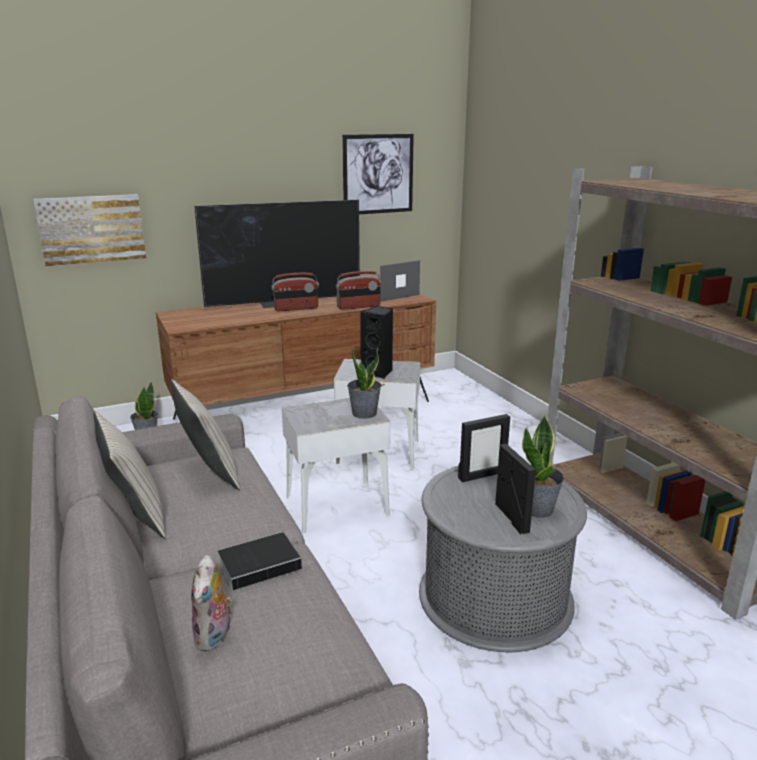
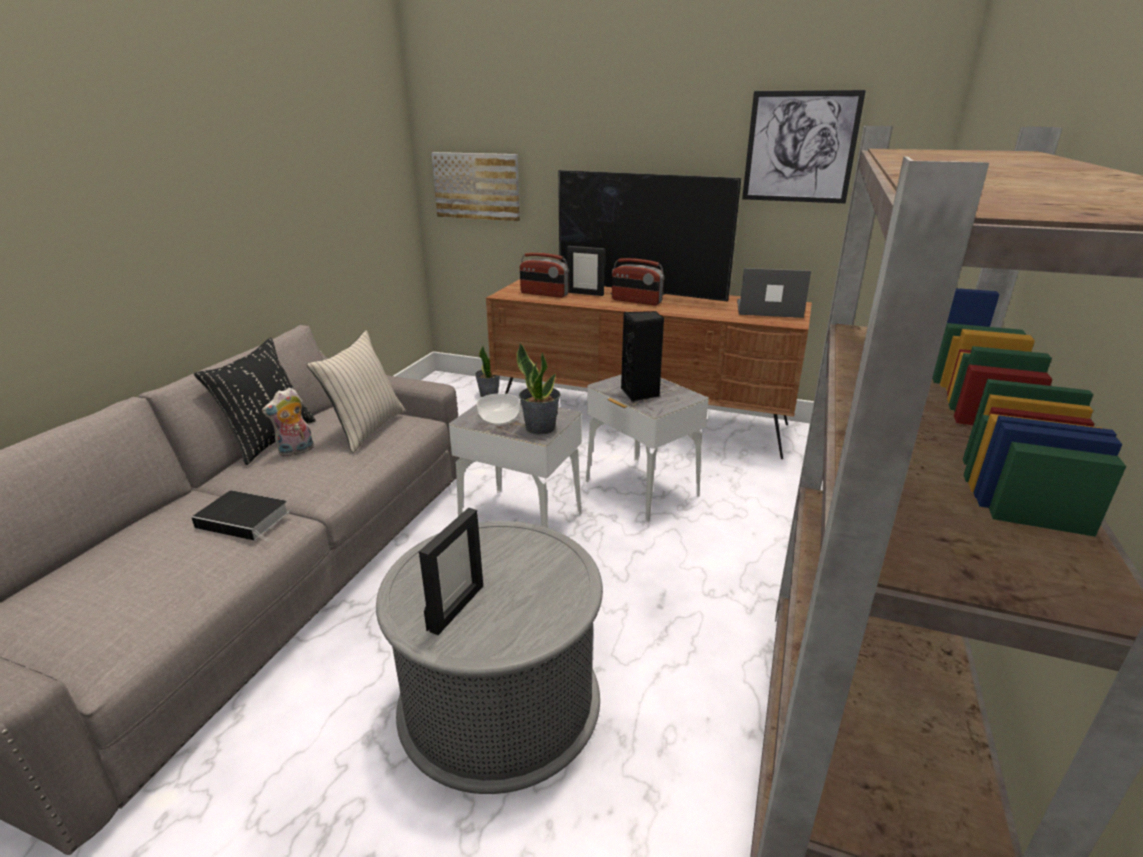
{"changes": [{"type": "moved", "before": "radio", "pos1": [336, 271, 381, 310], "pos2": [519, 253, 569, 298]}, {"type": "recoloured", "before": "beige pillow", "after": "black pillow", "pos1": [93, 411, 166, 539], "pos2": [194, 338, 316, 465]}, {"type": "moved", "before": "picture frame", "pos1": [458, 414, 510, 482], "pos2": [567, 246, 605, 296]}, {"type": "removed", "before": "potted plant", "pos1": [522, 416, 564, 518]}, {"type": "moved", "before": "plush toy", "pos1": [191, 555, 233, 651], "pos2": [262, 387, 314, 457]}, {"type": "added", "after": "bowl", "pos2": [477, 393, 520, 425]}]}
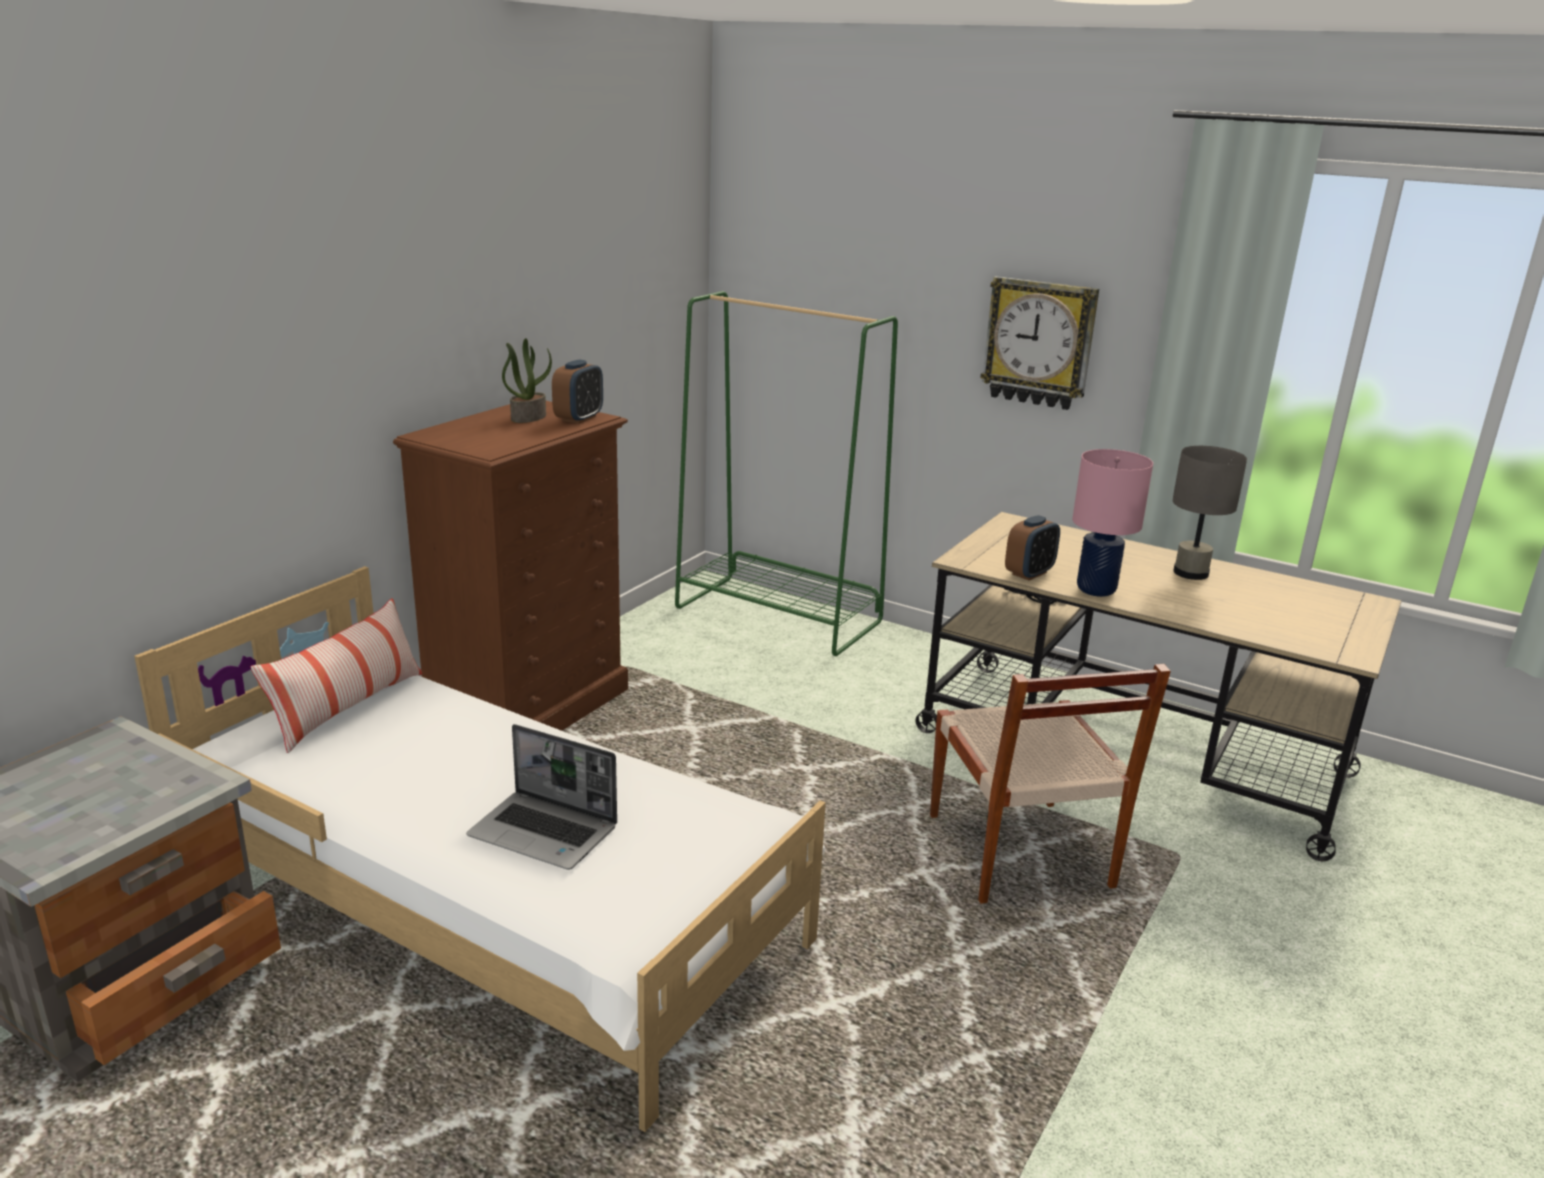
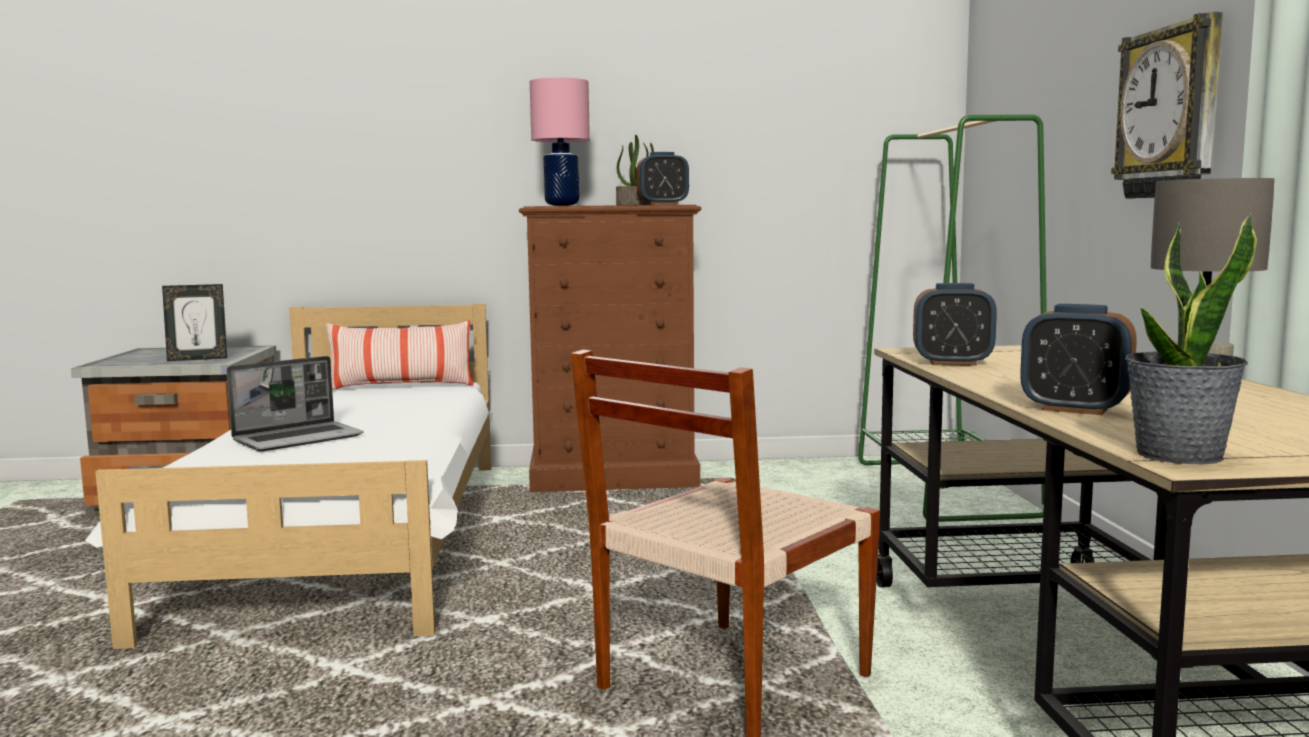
{"changes": [{"type": "moved", "before": "pink table lamp", "pos1": [1072, 449, 1153, 597], "pos2": [530, 77, 590, 206]}, {"type": "turned", "before": "laptop", "pos1": [466, 724, 617, 870], "pos2": [227, 356, 364, 452], "turn": -120}, {"type": "added", "after": "potted plant", "pos2": [1125, 213, 1257, 464]}, {"type": "added", "after": "picture frame", "pos2": [162, 284, 227, 361]}, {"type": "added", "after": "alarm clock", "pos2": [1020, 304, 1137, 415]}]}
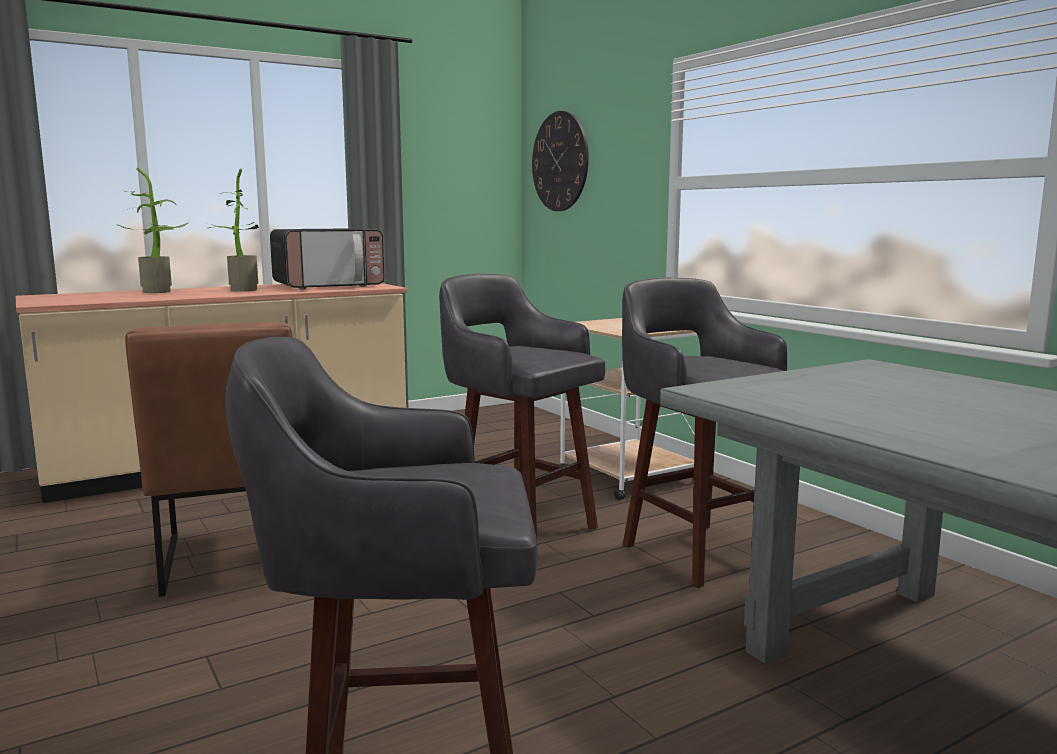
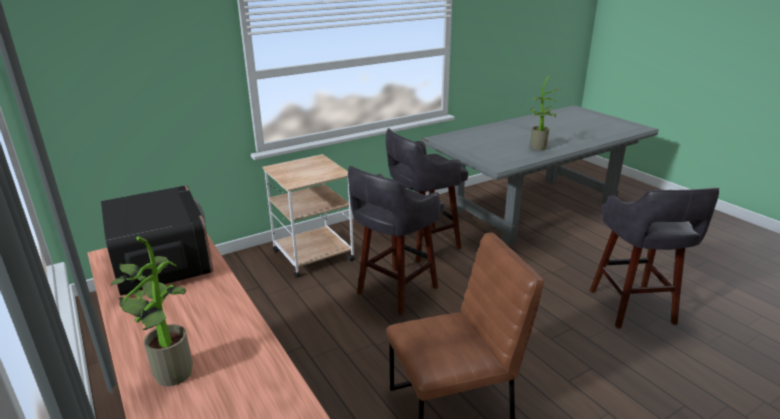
{"changes": [{"type": "removed", "before": "wall clock", "pos1": [532, 111, 589, 211]}, {"type": "moved", "before": "potted plant", "pos1": [210, 168, 259, 291], "pos2": [530, 76, 561, 151]}]}
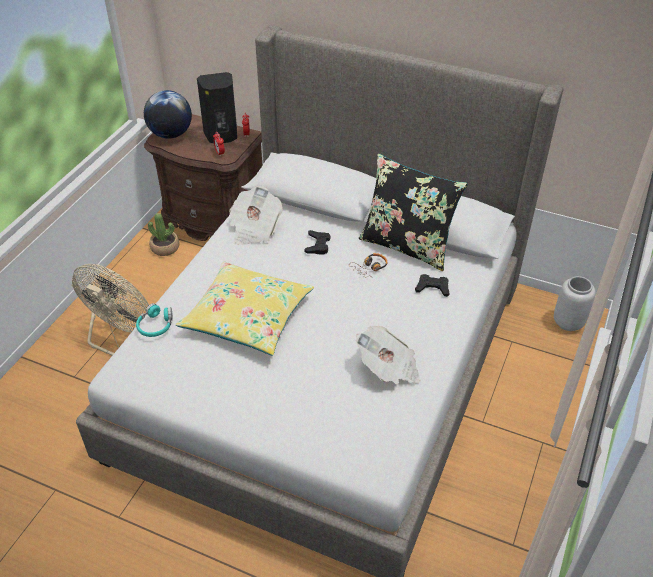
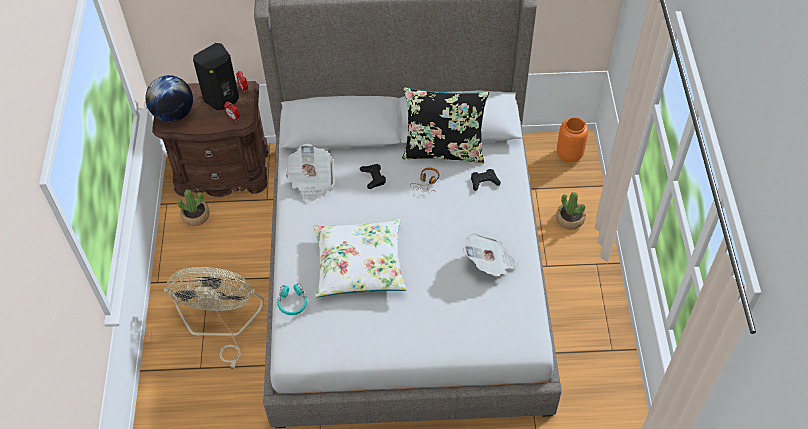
{"changes": [{"type": "recoloured", "before": "yellow pillow", "after": "white pillow", "pos1": [176, 261, 314, 356], "pos2": [313, 219, 407, 297]}, {"type": "recoloured", "before": "grey vase", "after": "orange vase", "pos1": [554, 276, 596, 331], "pos2": [557, 117, 589, 162]}, {"type": "added", "after": "potted plant", "pos2": [556, 192, 586, 230]}]}
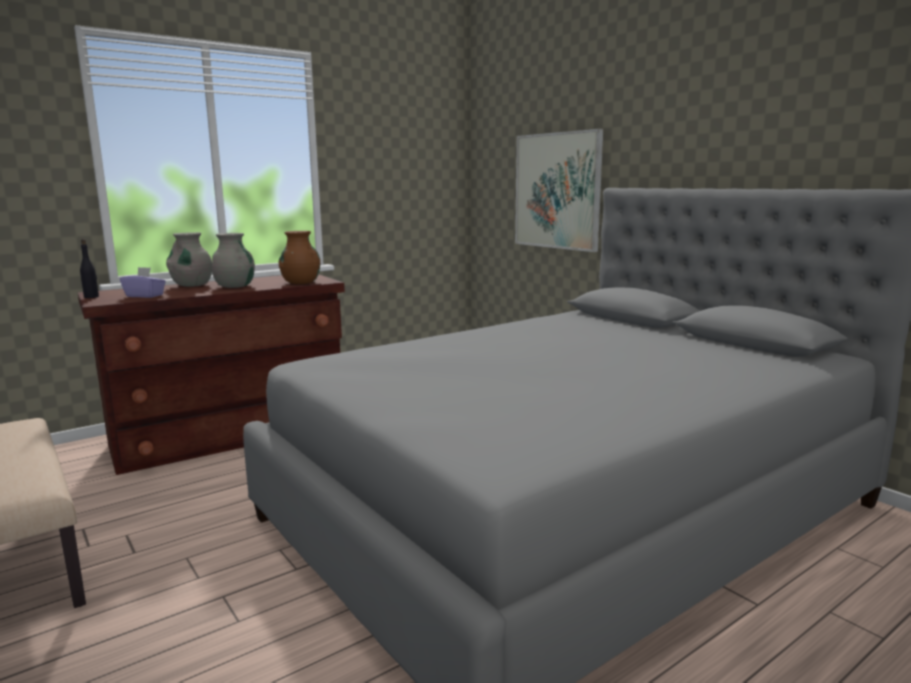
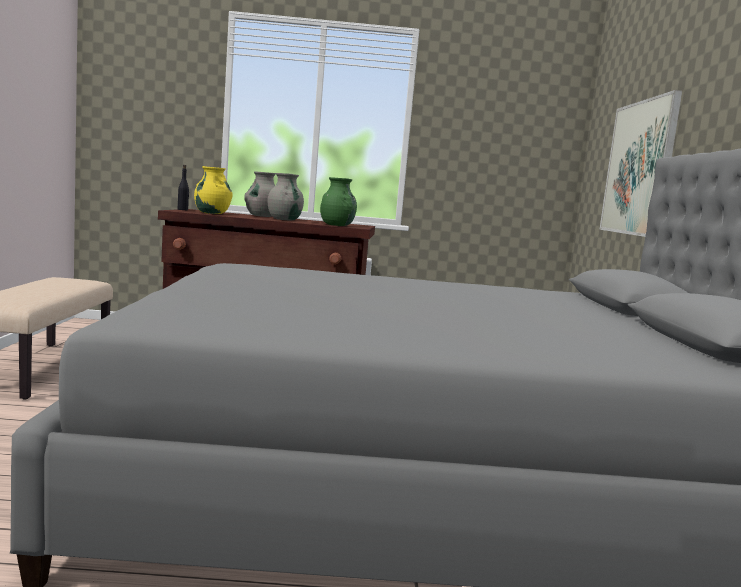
{"changes": [{"type": "recoloured", "before": "brown vase", "after": "green vase", "pos1": [279, 231, 320, 284], "pos2": [320, 177, 357, 226]}, {"type": "replaced", "before": "purple tissue box", "after": "yellow vase", "pos1": [120, 267, 166, 298], "pos2": [194, 166, 233, 214]}]}
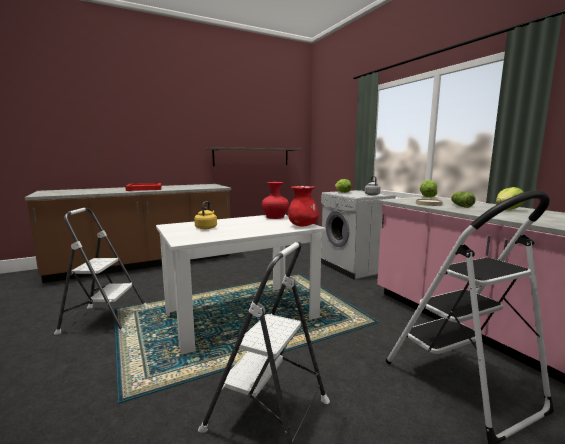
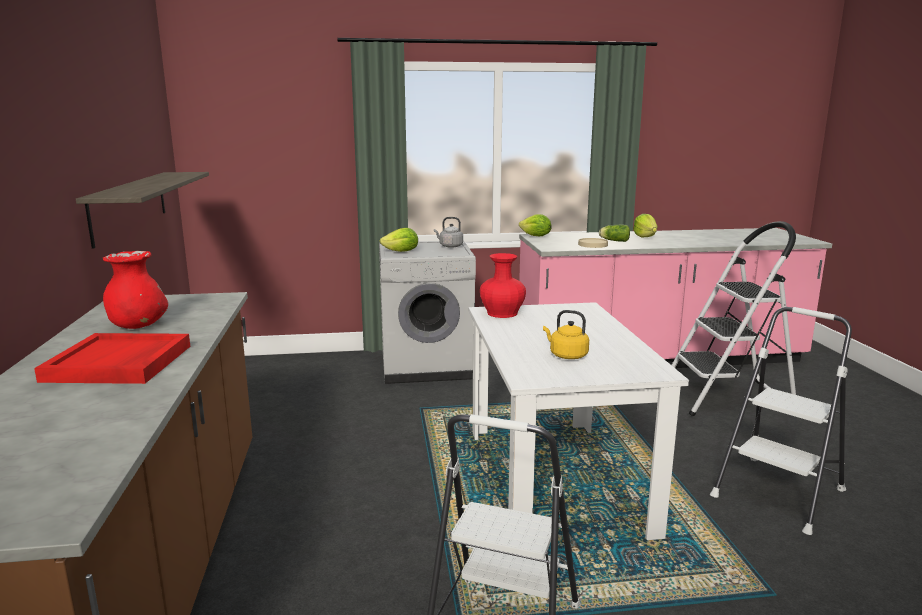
{"changes": [{"type": "moved", "before": "red vase", "pos1": [288, 186, 319, 226], "pos2": [103, 251, 168, 329]}]}
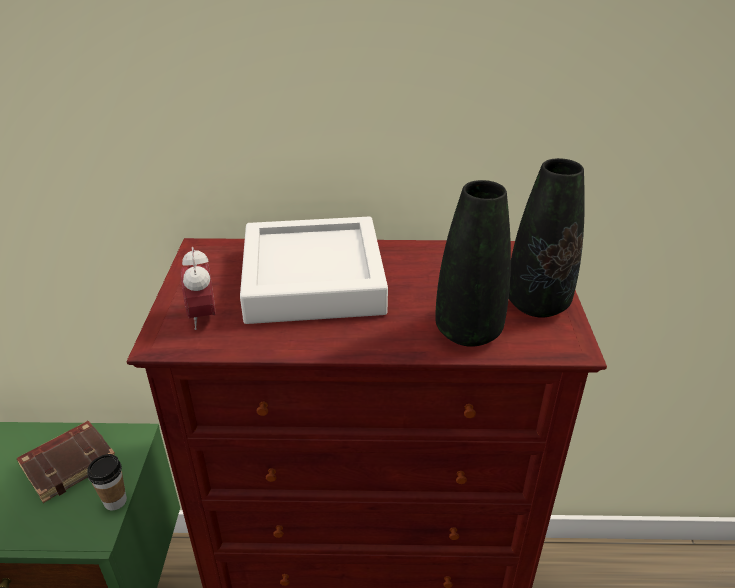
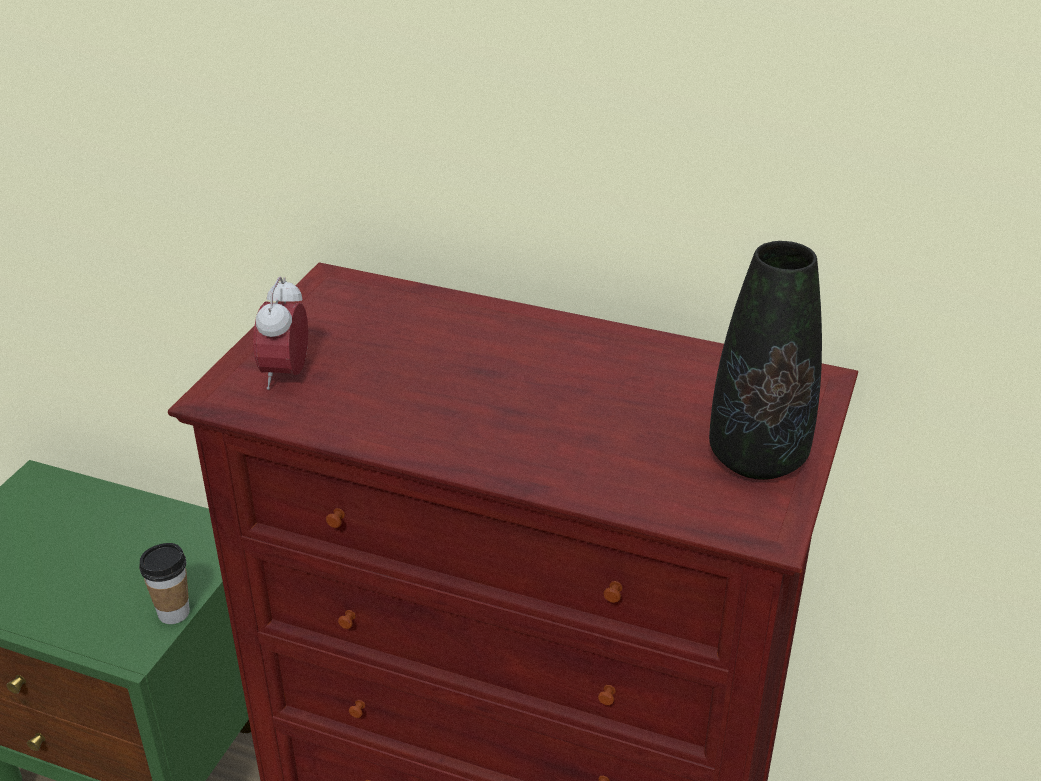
{"changes": [{"type": "removed", "before": "black vase", "pos1": [435, 180, 511, 347]}, {"type": "removed", "before": "white tray", "pos1": [240, 217, 388, 324]}, {"type": "removed", "before": "brown book", "pos1": [17, 421, 115, 503]}]}
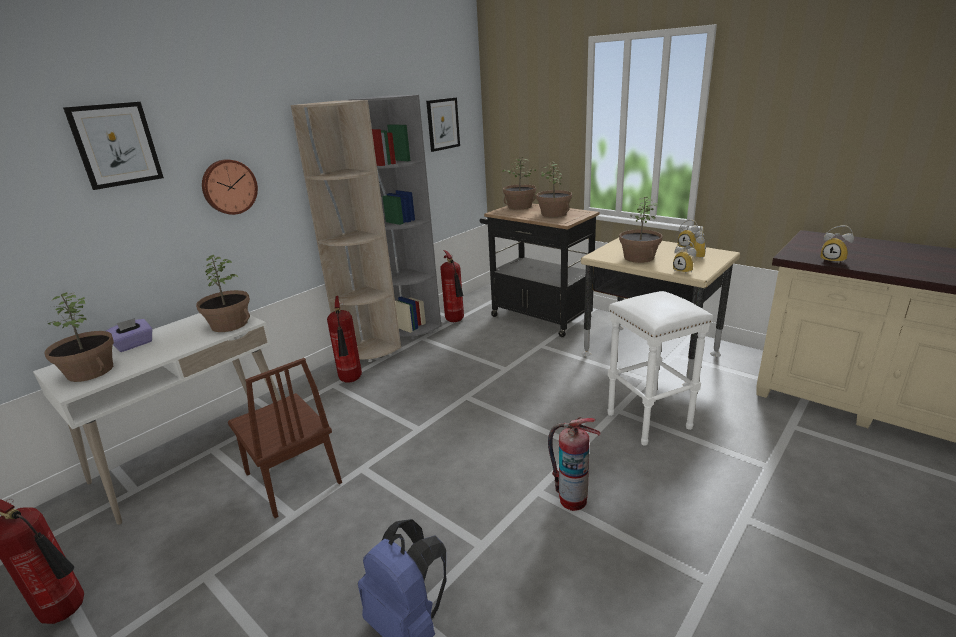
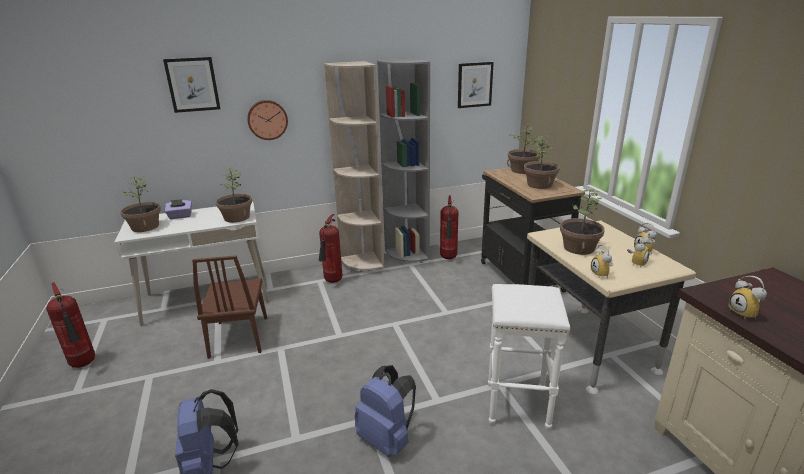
{"changes": [{"type": "replaced", "before": "fire extinguisher", "after": "blue backpack", "pos1": [548, 417, 601, 511], "pos2": [355, 365, 416, 457]}]}
